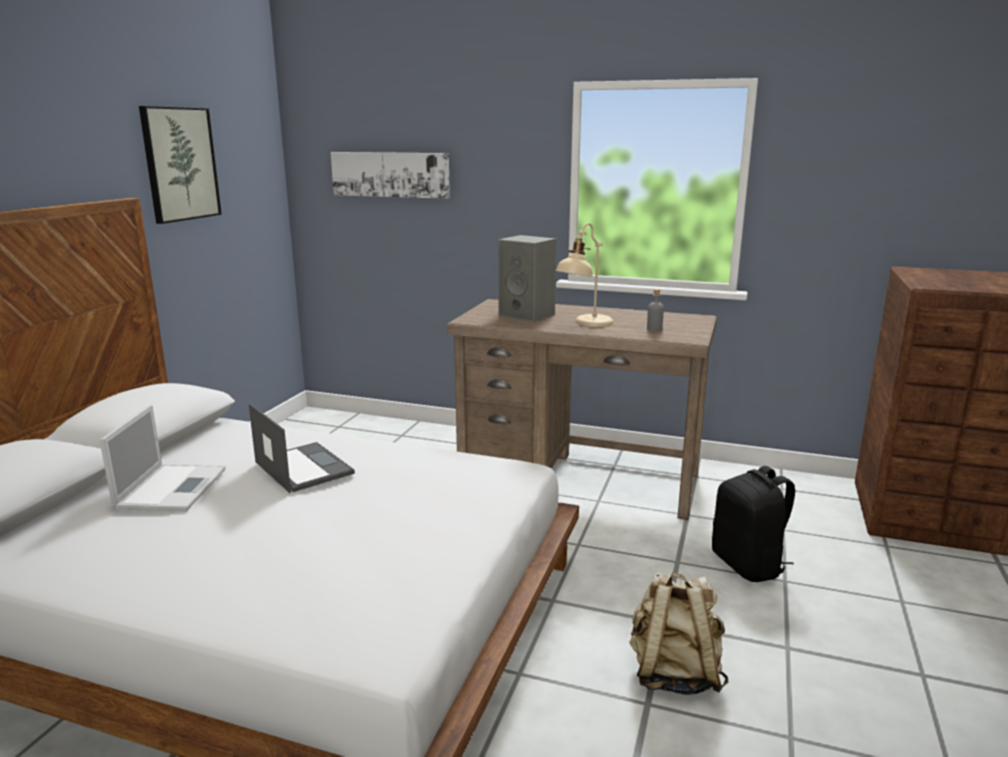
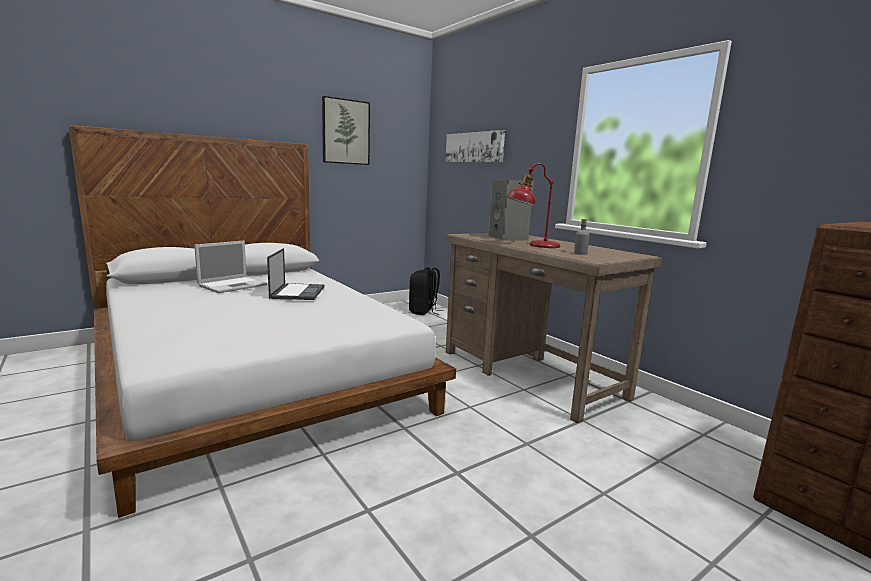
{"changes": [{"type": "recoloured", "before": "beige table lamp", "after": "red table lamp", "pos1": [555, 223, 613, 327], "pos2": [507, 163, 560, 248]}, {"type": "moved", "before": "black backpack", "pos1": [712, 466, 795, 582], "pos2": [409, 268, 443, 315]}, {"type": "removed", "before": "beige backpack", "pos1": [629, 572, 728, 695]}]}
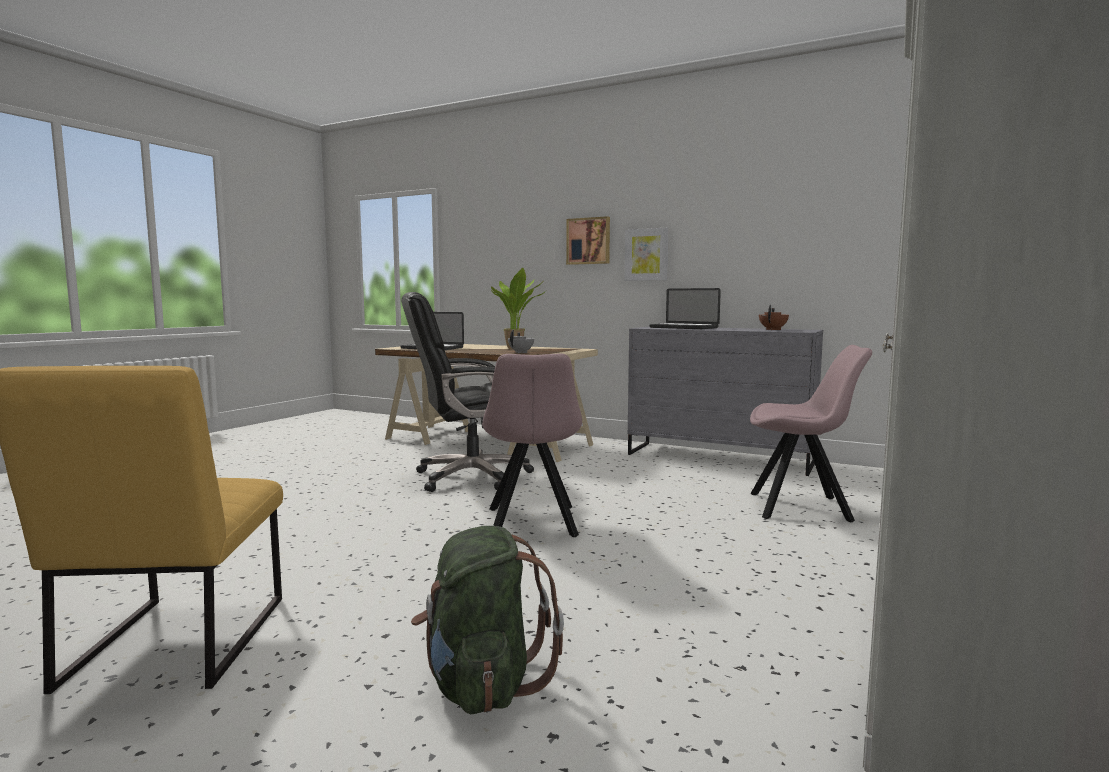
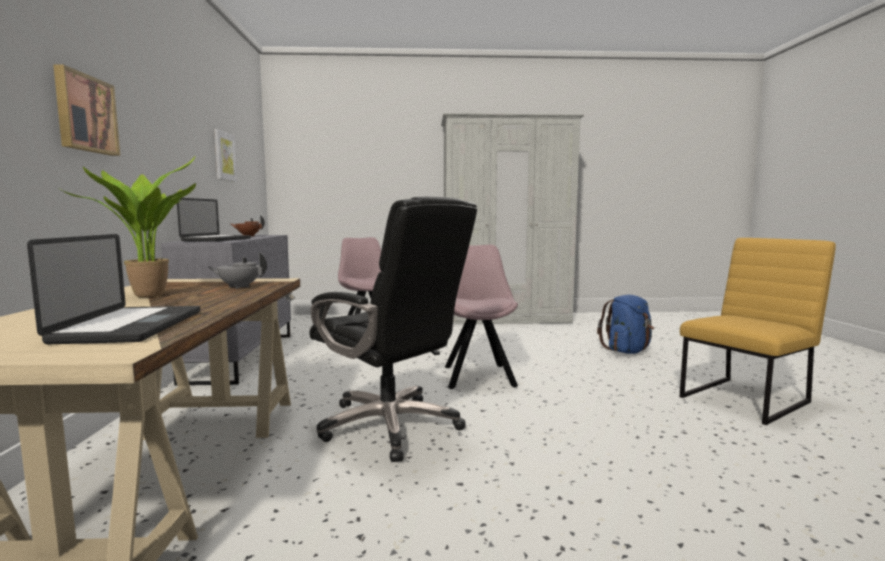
{"changes": [{"type": "moved", "before": "picture", "pos1": [624, 228, 669, 281], "pos2": [214, 129, 237, 182]}, {"type": "turned", "before": "pink chair", "pos1": [482, 354, 582, 537], "pos2": [445, 245, 518, 389], "turn": -60}, {"type": "recoloured", "before": "green backpack", "after": "blue backpack", "pos1": [411, 526, 564, 714], "pos2": [597, 295, 654, 354]}]}
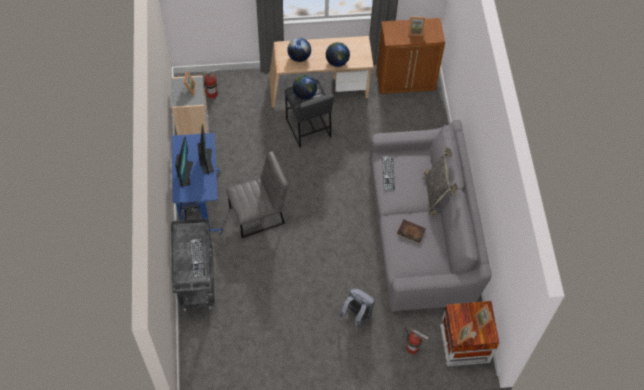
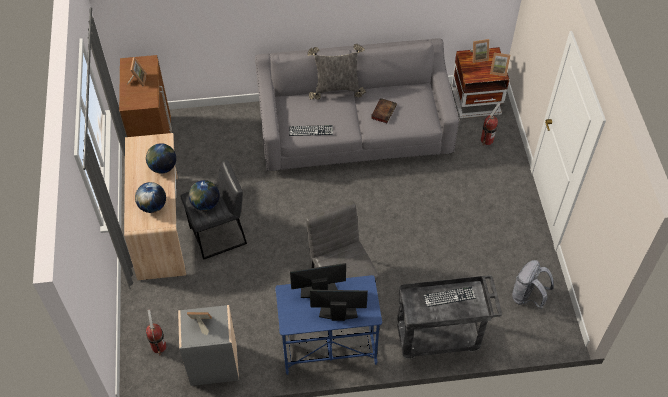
{"changes": [{"type": "moved", "before": "grey backpack", "pos1": [339, 288, 375, 330], "pos2": [512, 260, 554, 309]}]}
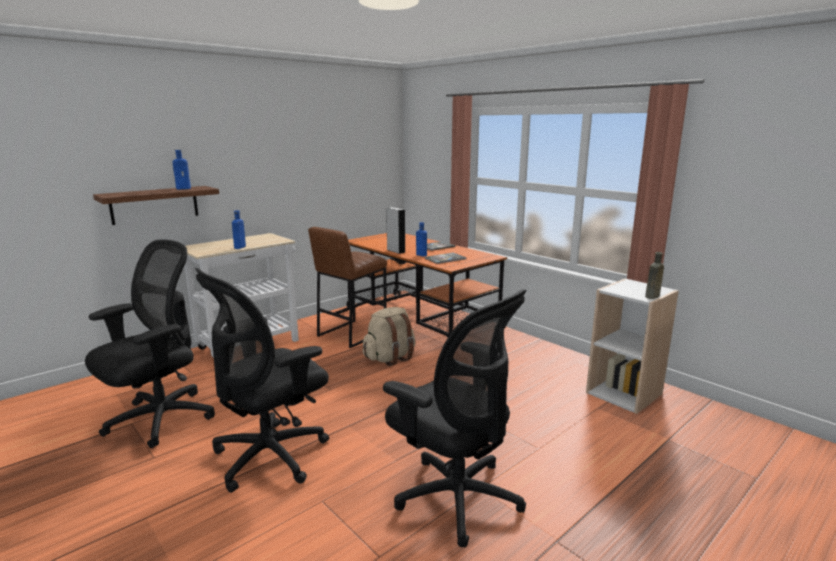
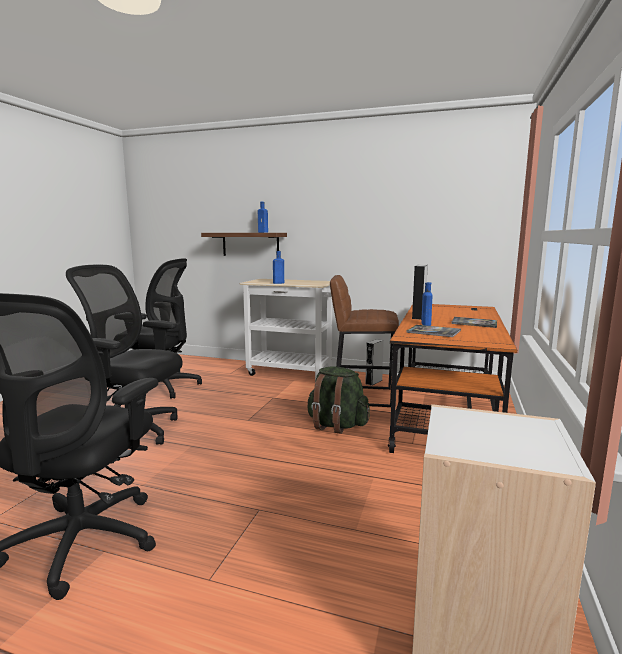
{"changes": [{"type": "removed", "before": "brown bottle", "pos1": [645, 252, 664, 299]}, {"type": "recoloured", "before": "beige backpack", "after": "green backpack", "pos1": [363, 307, 416, 366], "pos2": [307, 366, 370, 434]}, {"type": "added", "after": "grey speaker", "pos2": [365, 339, 384, 386]}]}
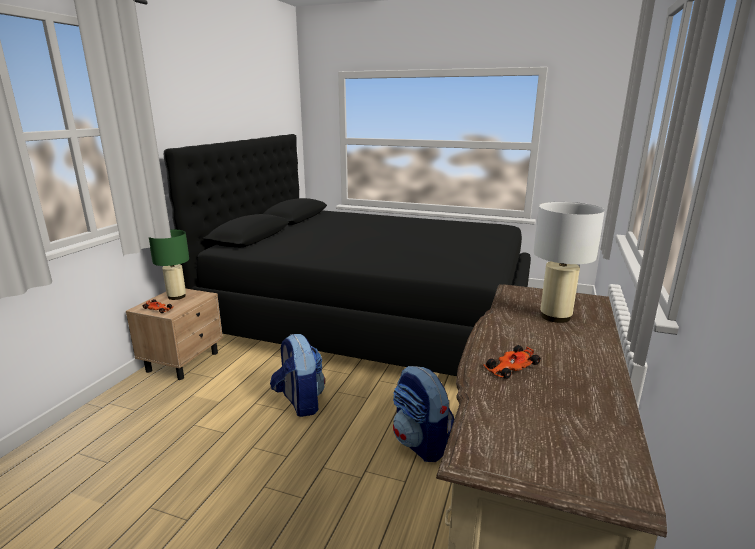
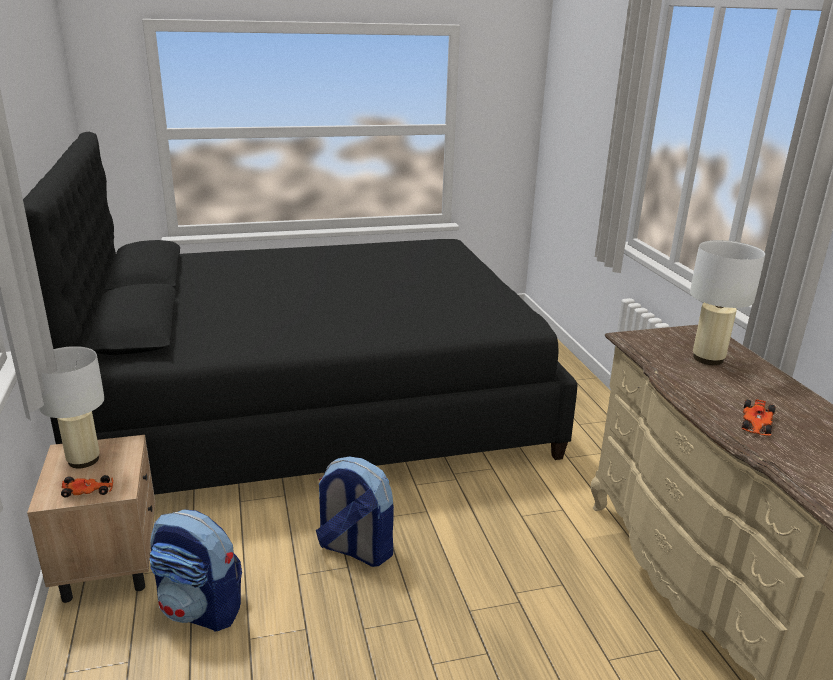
{"changes": [{"type": "recoloured", "before": "green table lamp", "after": "white table lamp", "pos1": [149, 230, 189, 300], "pos2": [39, 346, 104, 468]}, {"type": "moved", "before": "backpack", "pos1": [393, 366, 454, 462], "pos2": [149, 510, 242, 632]}]}
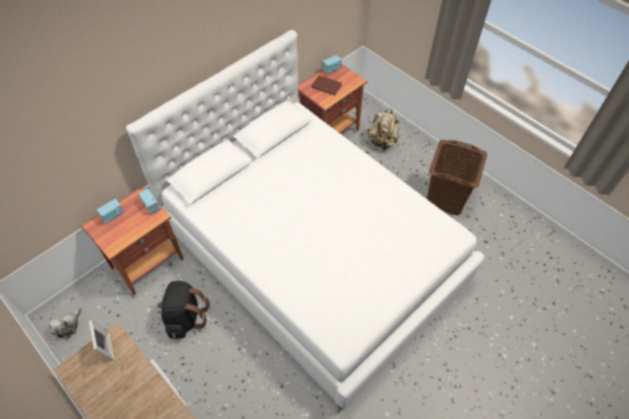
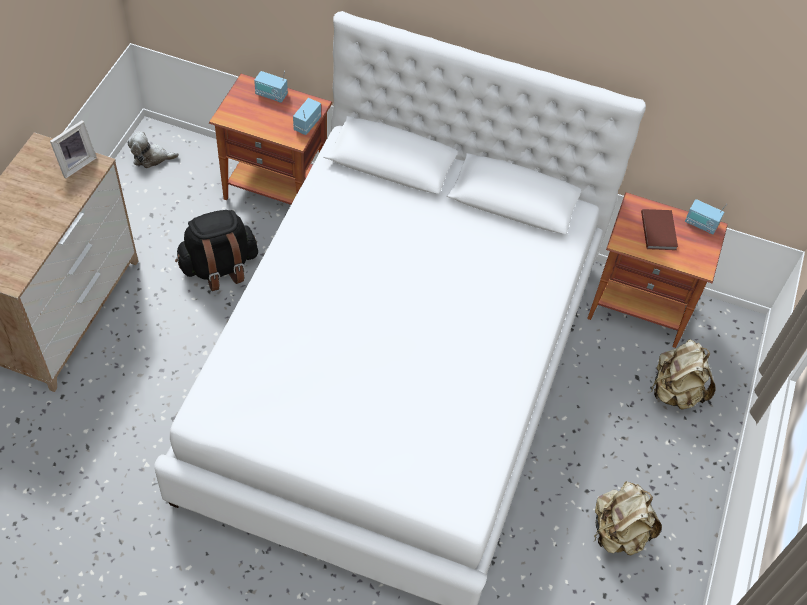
{"changes": [{"type": "replaced", "before": "brown laundry basket", "after": "beige backpack", "pos1": [427, 140, 487, 215], "pos2": [593, 481, 662, 555]}]}
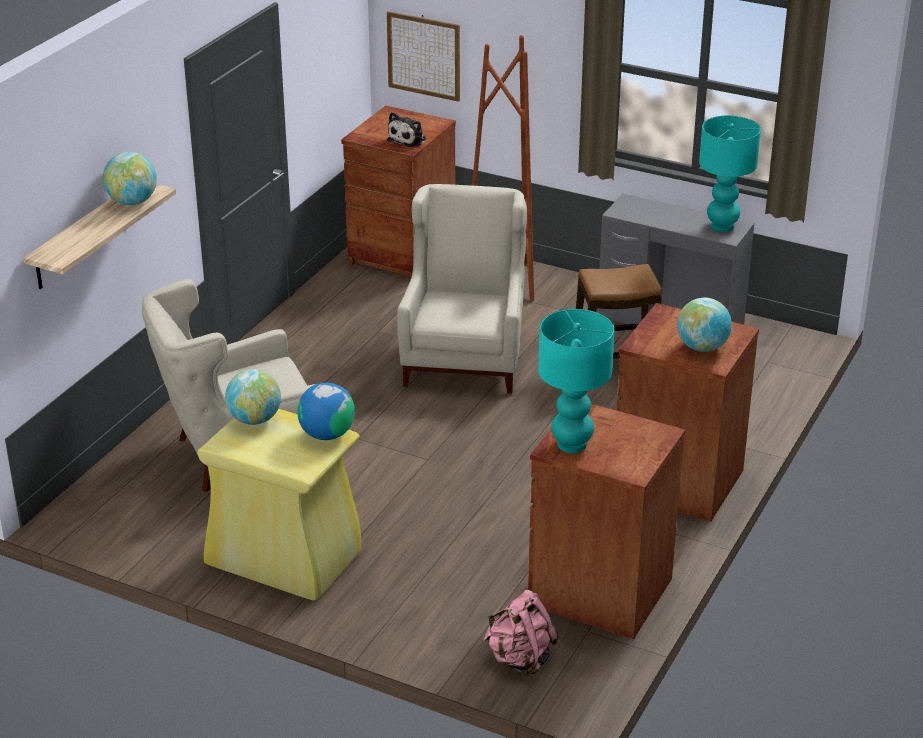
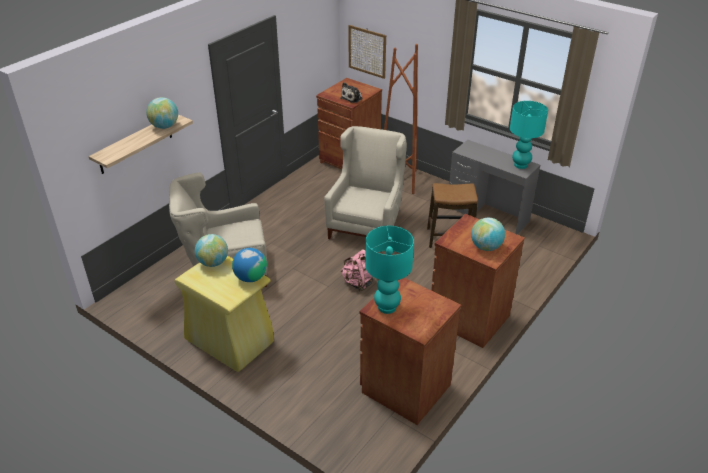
{"changes": [{"type": "moved", "before": "pink backpack", "pos1": [483, 590, 559, 676], "pos2": [340, 249, 373, 291]}]}
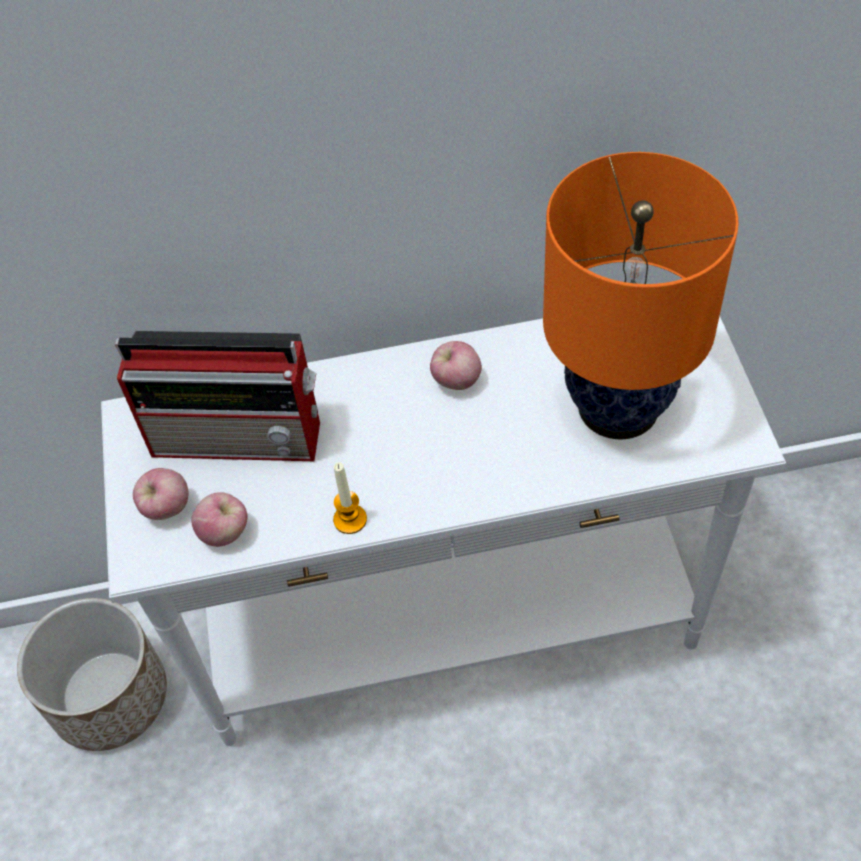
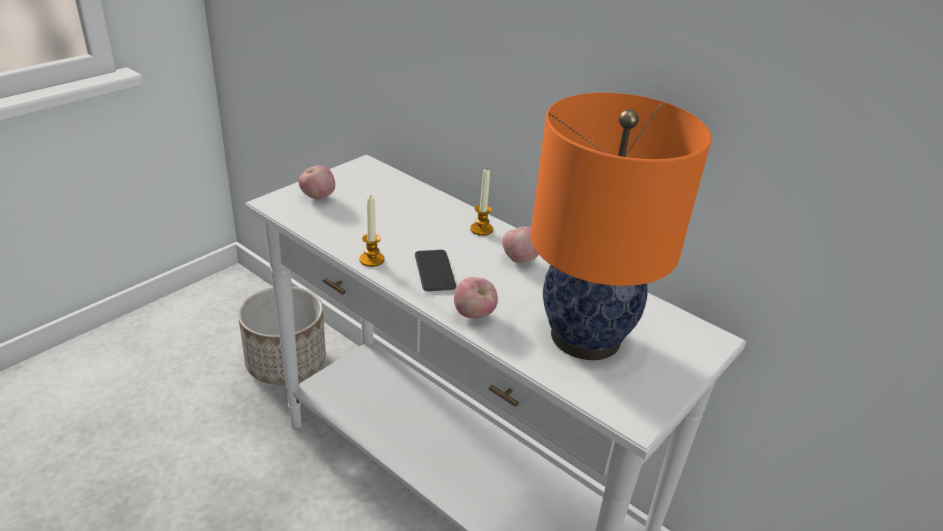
{"changes": [{"type": "removed", "before": "radio", "pos1": [115, 331, 320, 462]}, {"type": "moved", "before": "apple", "pos1": [191, 492, 248, 547], "pos2": [454, 277, 498, 318]}, {"type": "added", "after": "candle", "pos2": [470, 169, 493, 236]}, {"type": "added", "after": "phone", "pos2": [415, 250, 456, 291]}]}
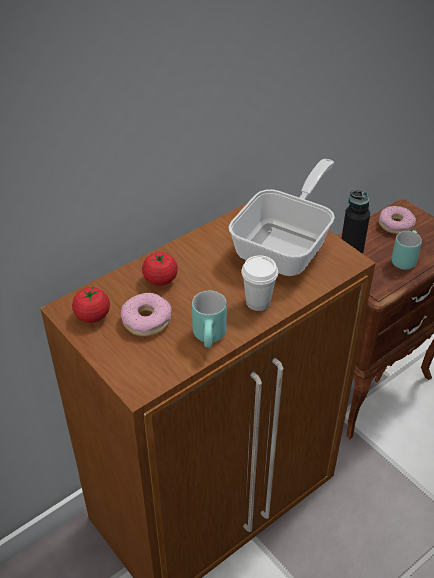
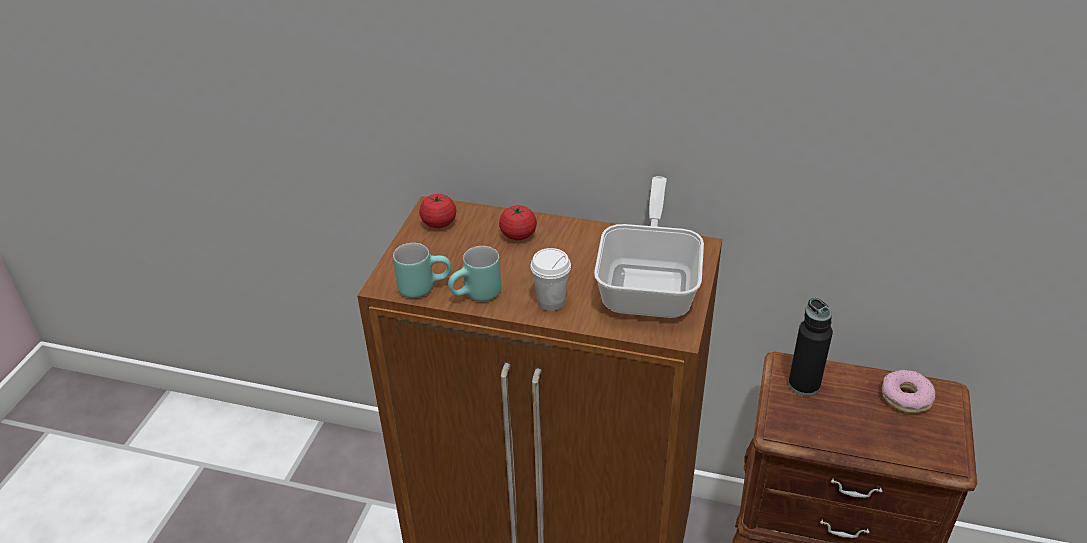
{"changes": [{"type": "turned", "before": "frying pan", "pos1": [229, 159, 335, 276], "pos2": [594, 176, 704, 318], "turn": -75}, {"type": "moved", "before": "turquoise mug", "pos1": [391, 230, 422, 270], "pos2": [393, 243, 451, 298]}, {"type": "removed", "before": "donut", "pos1": [121, 293, 171, 336]}]}
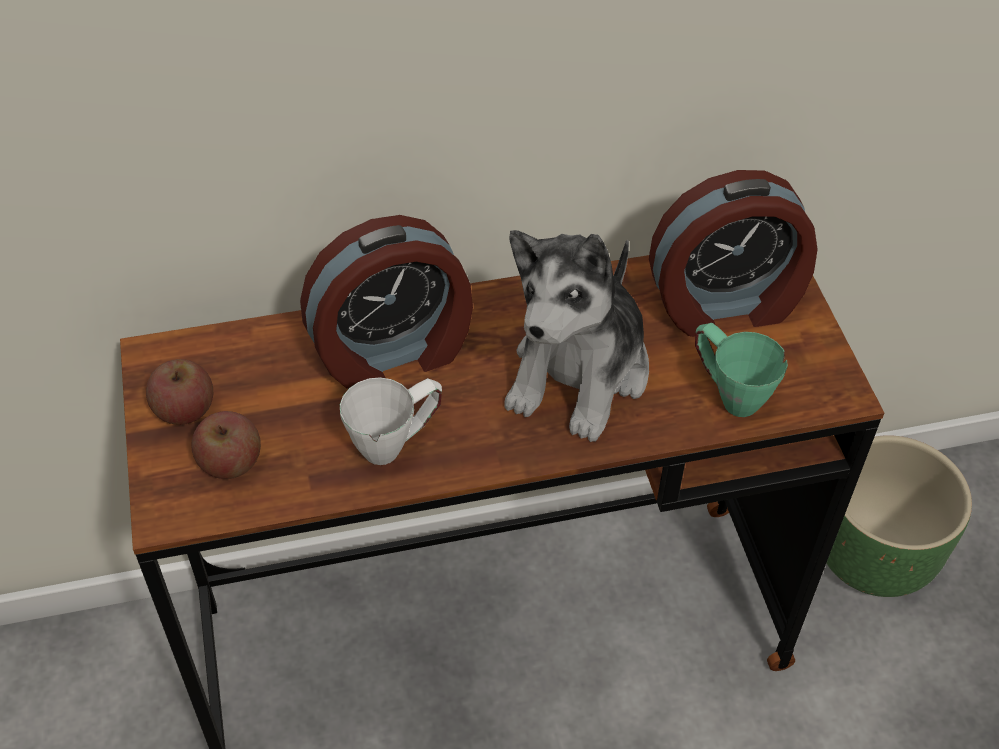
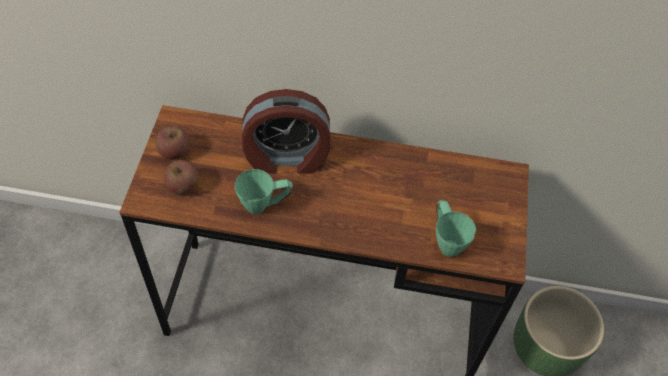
{"changes": [{"type": "removed", "before": "alarm clock", "pos1": [649, 170, 817, 337]}, {"type": "removed", "before": "plush toy", "pos1": [504, 230, 649, 442]}, {"type": "recoloured", "before": "white mug", "after": "green mug", "pos1": [340, 377, 442, 465], "pos2": [235, 169, 293, 214]}]}
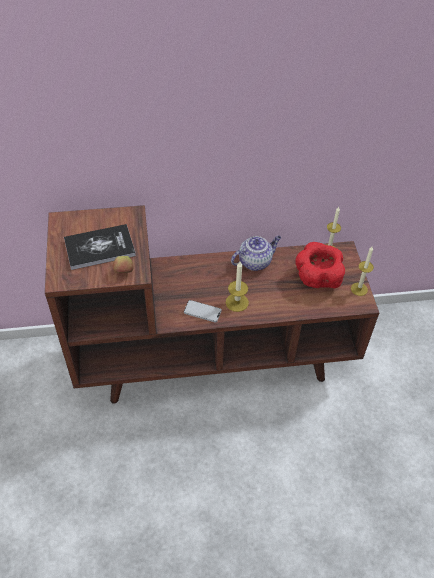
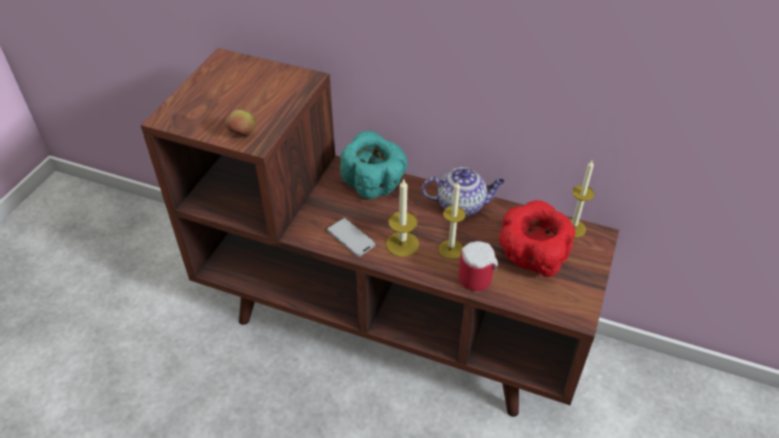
{"changes": [{"type": "removed", "before": "book", "pos1": [64, 224, 136, 270]}, {"type": "moved", "before": "candle", "pos1": [351, 247, 374, 296], "pos2": [439, 181, 466, 259]}, {"type": "added", "after": "turquoise bowl", "pos2": [340, 131, 408, 199]}, {"type": "added", "after": "mug", "pos2": [459, 241, 498, 291]}]}
